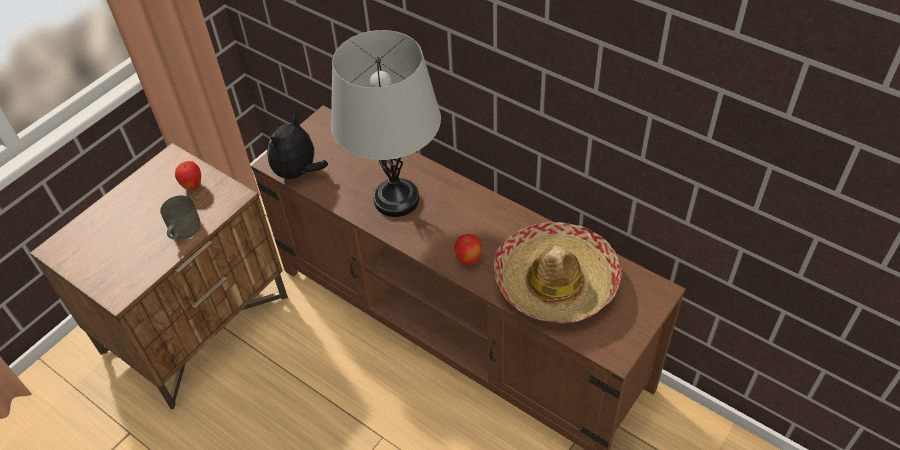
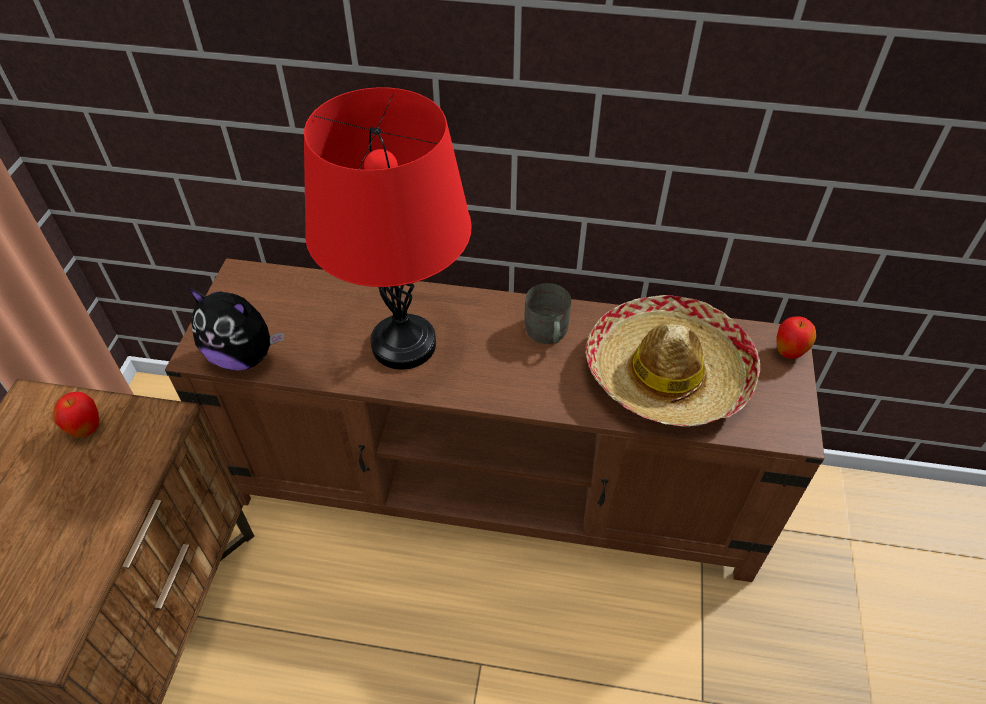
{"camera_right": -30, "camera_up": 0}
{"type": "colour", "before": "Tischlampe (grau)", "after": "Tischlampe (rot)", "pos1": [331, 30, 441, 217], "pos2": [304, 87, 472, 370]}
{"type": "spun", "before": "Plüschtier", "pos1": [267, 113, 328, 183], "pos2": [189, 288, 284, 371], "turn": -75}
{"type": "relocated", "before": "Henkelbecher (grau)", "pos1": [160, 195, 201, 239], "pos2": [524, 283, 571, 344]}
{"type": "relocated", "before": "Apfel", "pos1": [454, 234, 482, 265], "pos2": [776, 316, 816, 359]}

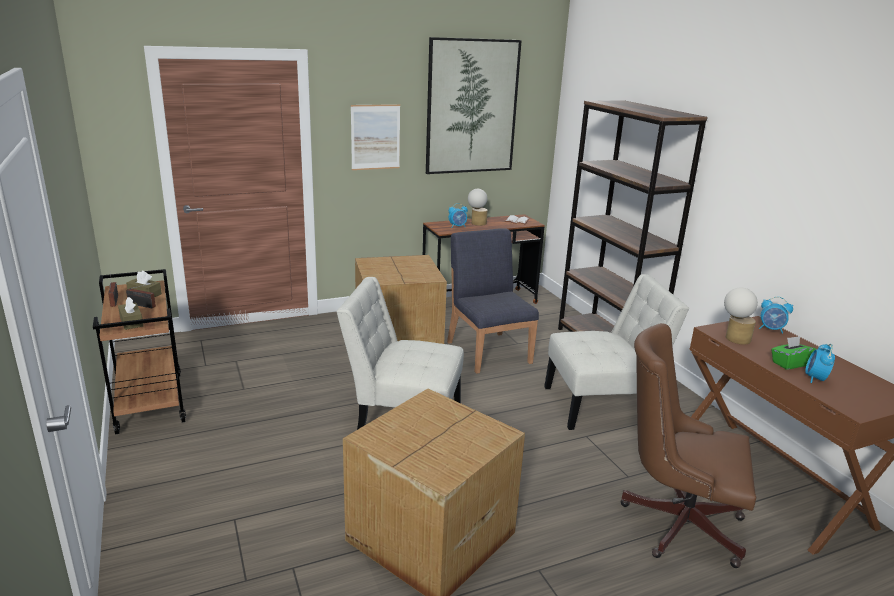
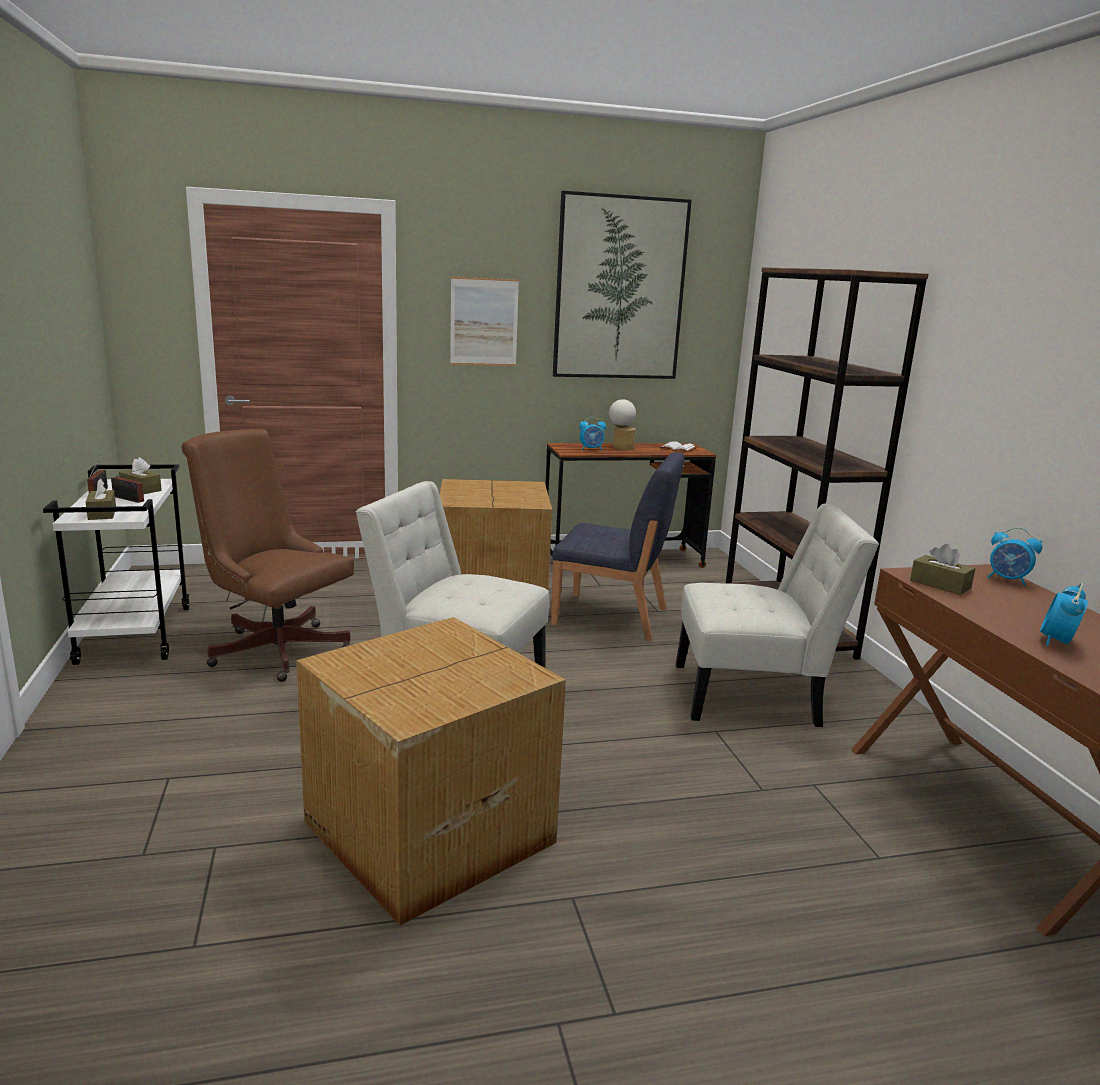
{"camera_right": 10, "camera_up": -5}
{"type": "spun", "before": "Stuhl (blau)", "pos1": [447, 228, 539, 374], "pos2": [551, 452, 685, 641], "turn": 120}
{"type": "colour", "before": "Rollwagen (braun)", "after": "Rollwagen (weiß)", "pos1": [93, 269, 186, 434], "pos2": [43, 464, 190, 665]}
{"type": "exchanged", "before": "Tischlampe", "after": "Taschentuchbox (braun)", "pos1": [724, 287, 758, 345], "pos2": [910, 544, 975, 595]}
{"type": "relocated", "before": "Bürostuhl (braun)", "pos1": [620, 323, 756, 568], "pos2": [181, 429, 354, 682]}
{"type": "missing", "before": "Taschentuchbox (grün)", "pos1": [771, 336, 816, 370]}

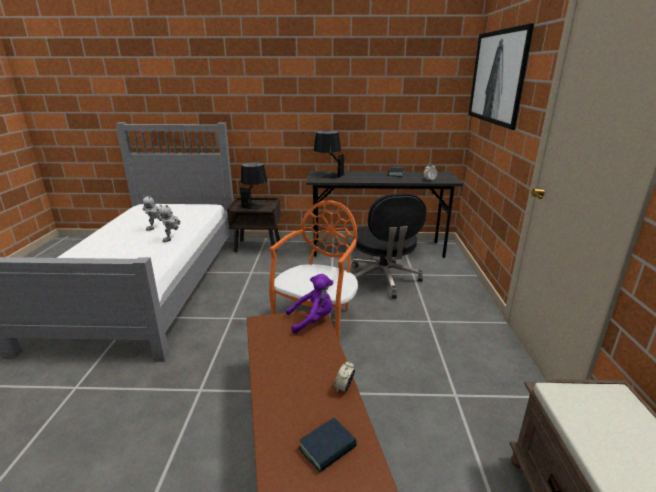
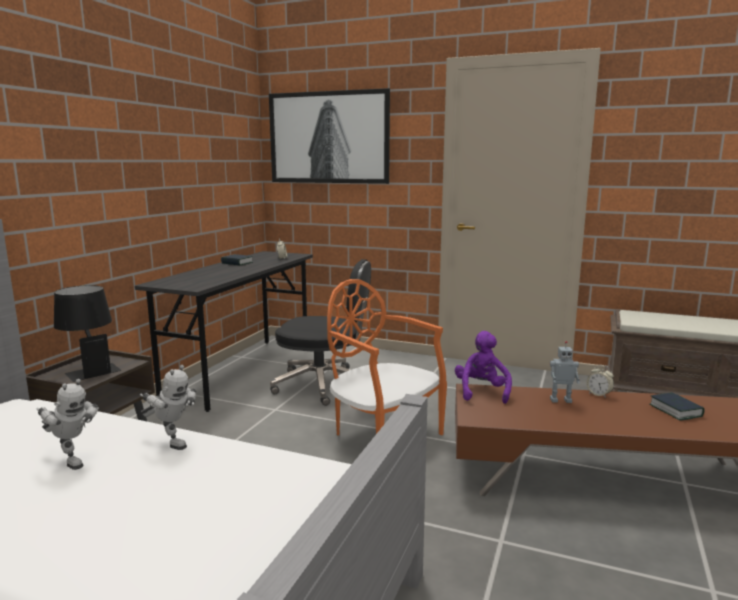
{"camera_right": -70, "camera_up": -10}
{"type": "missing", "before": "Tischlampe (schwarz)", "pos1": [314, 130, 345, 179]}
{"type": "appeared", "after": "Spielzeugroboter", "pos2": [550, 341, 580, 403]}

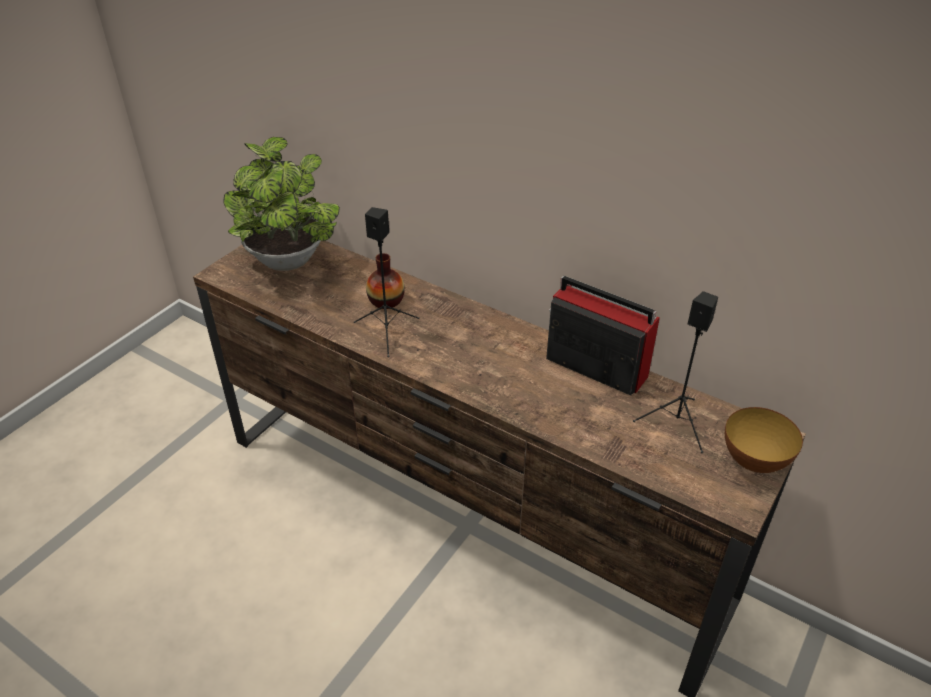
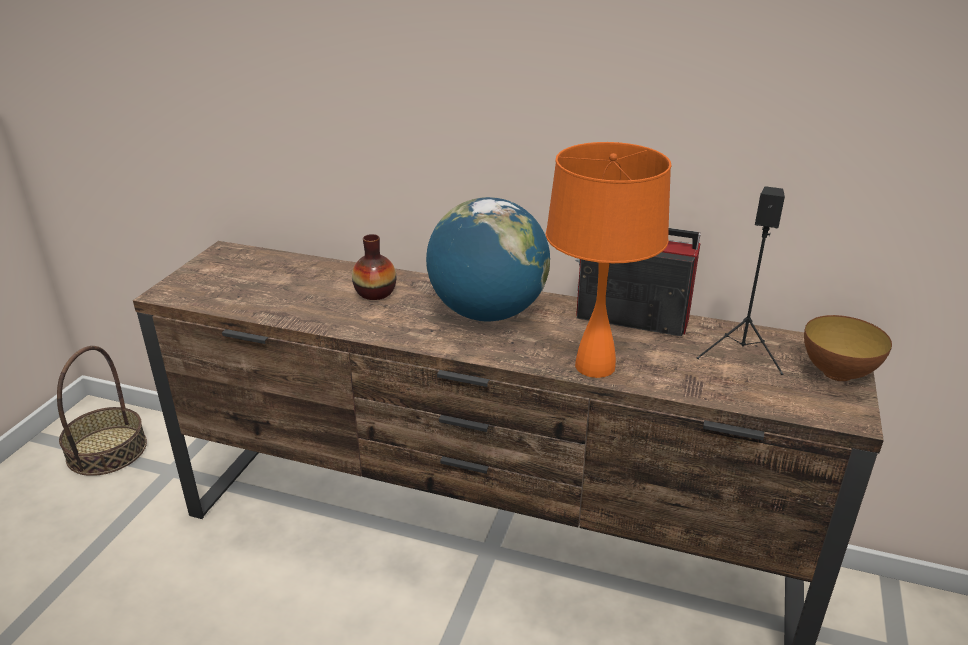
{"camera_right": -15, "camera_up": -10}
{"type": "missing", "before": "Topfpflanze", "pos1": [223, 137, 340, 271]}
{"type": "missing", "before": "Lautsprecher (schwarz)", "pos1": [354, 207, 419, 357]}
{"type": "appeared", "after": "Tischlampe (orange)", "pos2": [546, 142, 671, 378]}
{"type": "appeared", "after": "Globus", "pos2": [426, 197, 550, 321]}
{"type": "appeared", "after": "Korb", "pos2": [57, 346, 147, 476]}

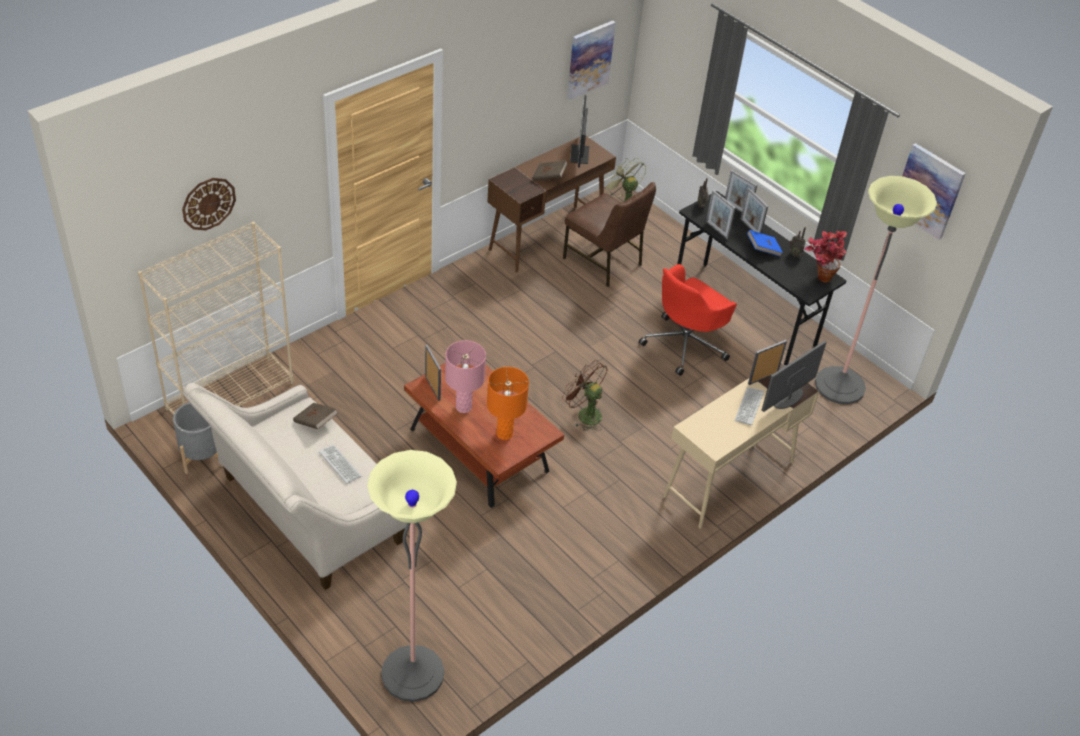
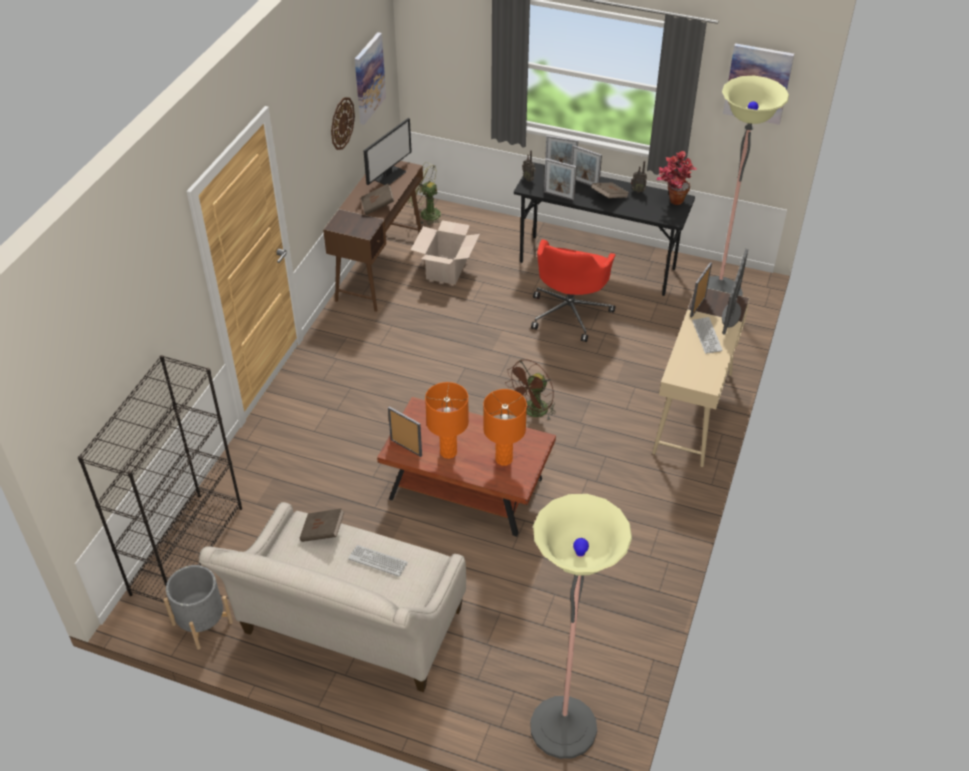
{"camera_right": -25, "camera_up": 0}
{"type": "spun", "before": "Monitor", "pos1": [570, 95, 589, 168], "pos2": [363, 118, 412, 185], "turn": -120}
{"type": "relocated", "before": "Wanduhr", "pos1": [182, 178, 236, 230], "pos2": [331, 97, 355, 150]}
{"type": "exchanged", "before": "Stuhl (braun)", "after": "Karton", "pos1": [563, 182, 656, 287], "pos2": [411, 220, 480, 285]}
{"type": "colour", "before": "Bücherregal (beige)", "after": "Bücherregal (schwarz)", "pos1": [138, 222, 293, 415], "pos2": [78, 355, 242, 605]}
{"type": "colour", "before": "Buch (blau)", "after": "Buch (braun)", "pos1": [747, 230, 783, 256], "pos2": [591, 183, 629, 198]}
{"type": "colour", "before": "Tischlampe (rosa)", "after": "Tischlampe (orange)", "pos1": [445, 341, 486, 413], "pos2": [425, 382, 469, 459]}
{"type": "spun", "before": "Ventilator (braun)", "pos1": [562, 360, 608, 431], "pos2": [505, 359, 556, 421], "turn": -60}

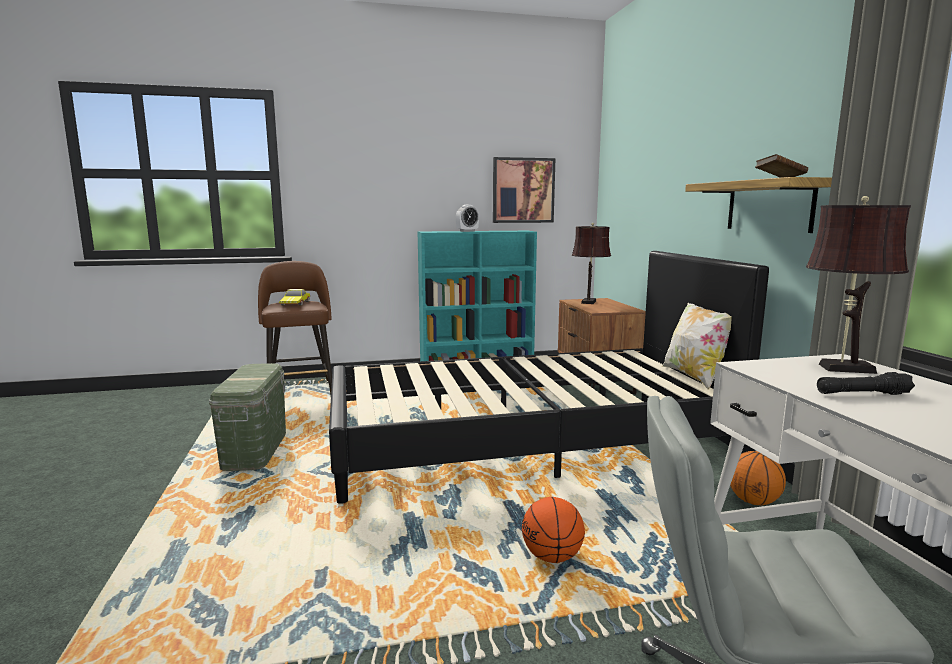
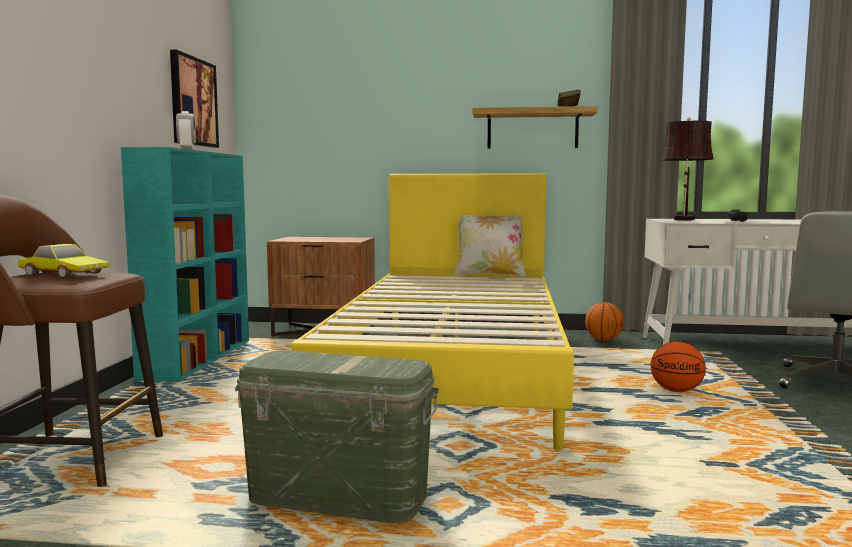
{"camera_right": -70, "camera_up": -5}
{"type": "missing", "before": "Tischlampe (braun)", "pos1": [572, 223, 611, 304]}
{"type": "colour", "before": "Bett (schwarz)", "after": "Bett (gelb)", "pos1": [329, 251, 769, 504], "pos2": [292, 173, 574, 451]}

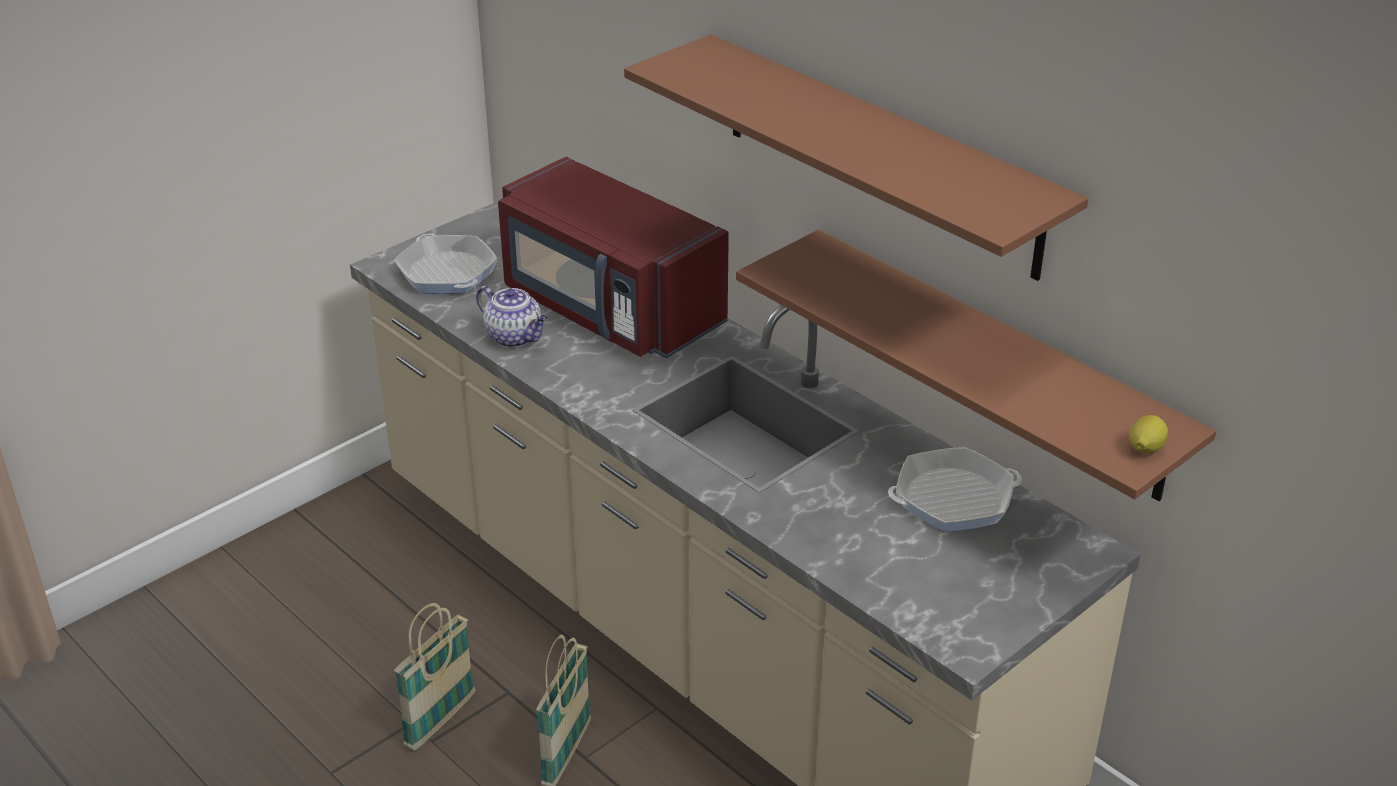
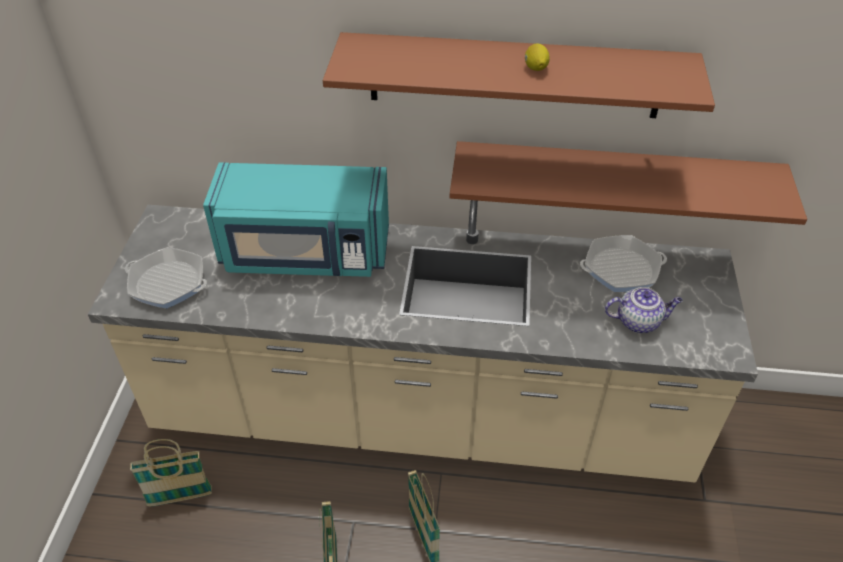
{"camera_right": -40, "camera_up": 10}
{"type": "colour", "before": "Mikrowelle (rot)", "after": "Mikrowelle (türkis)", "pos1": [498, 157, 729, 358], "pos2": [203, 162, 389, 277]}
{"type": "relocated", "before": "Teekanne", "pos1": [476, 286, 548, 348], "pos2": [605, 287, 683, 333]}
{"type": "relocated", "before": "Zitrone", "pos1": [1130, 415, 1168, 453], "pos2": [525, 43, 550, 71]}
{"type": "spun", "before": "Pfanne", "pos1": [888, 447, 1022, 532], "pos2": [580, 235, 667, 292], "turn": 45}
{"type": "appeared", "after": "Korb", "pos2": [130, 439, 212, 506]}

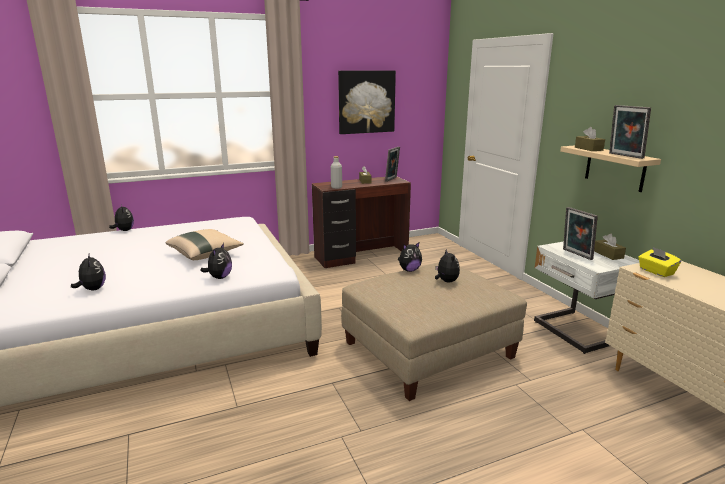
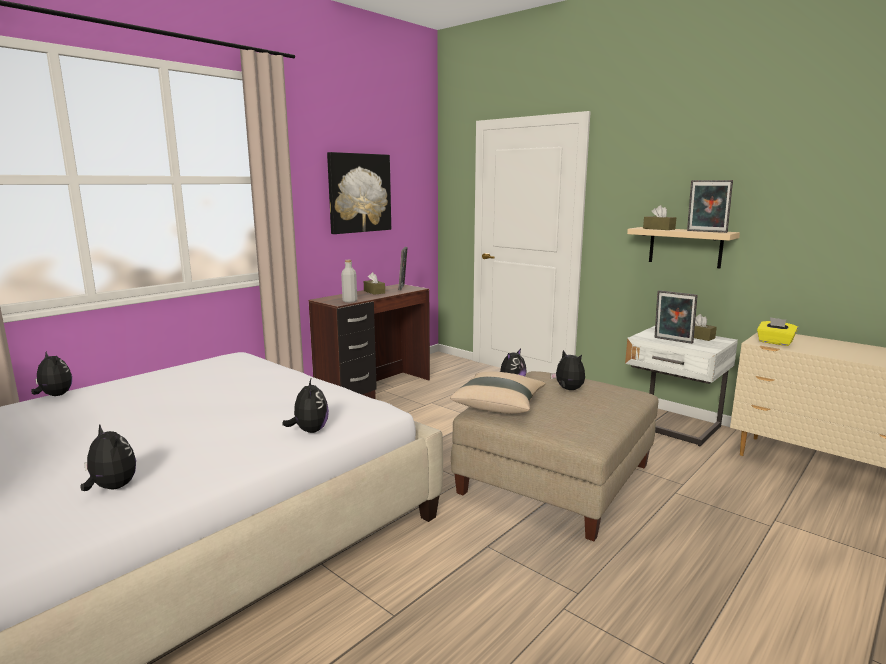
{"camera_right": -25, "camera_up": -5}
{"type": "relocated", "before": "Kissen (beige)", "pos1": [166, 229, 244, 260], "pos2": [450, 371, 546, 414]}

